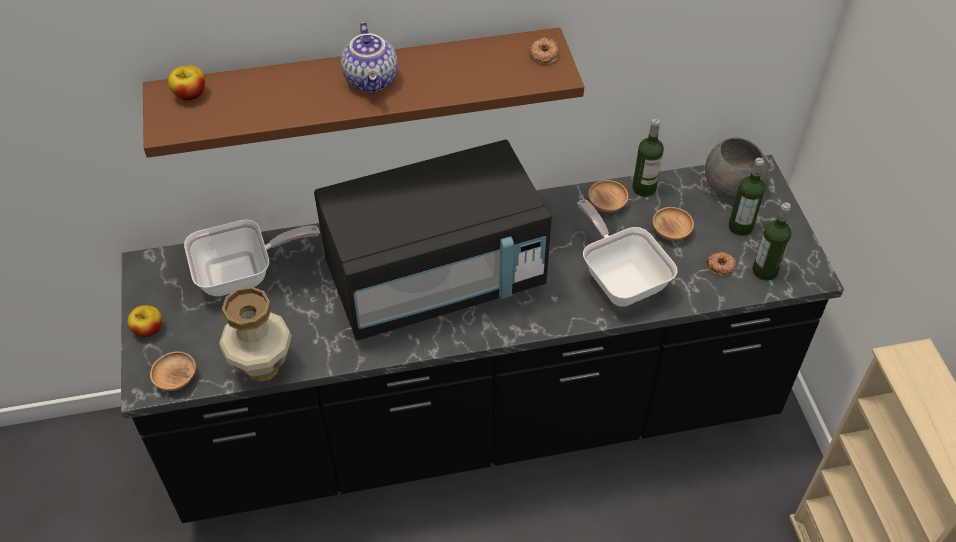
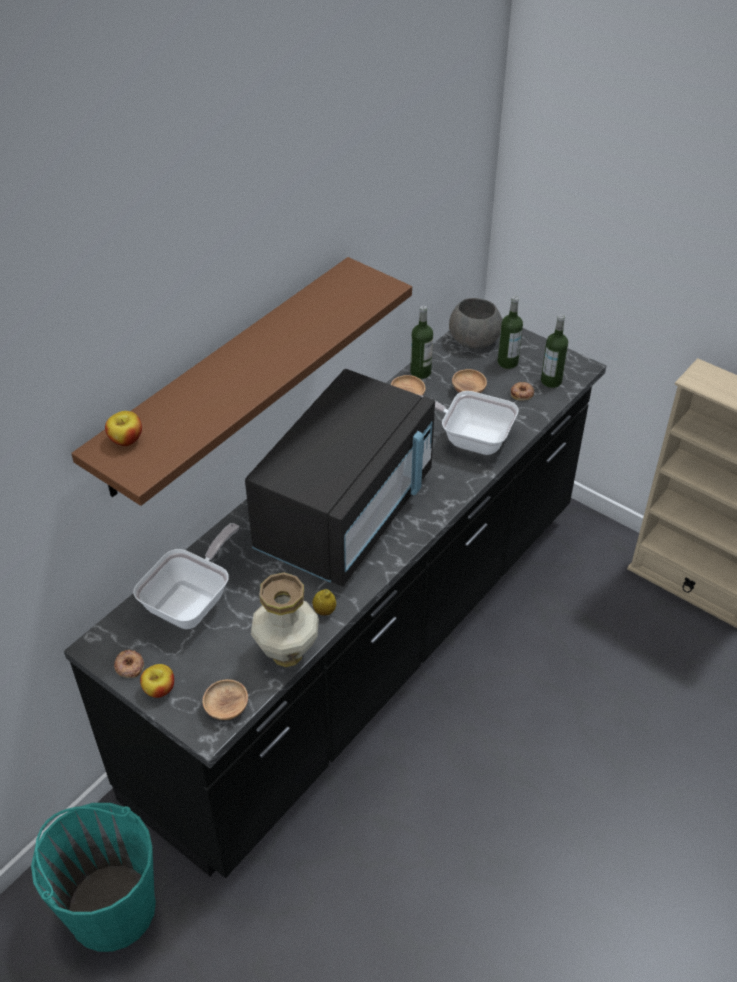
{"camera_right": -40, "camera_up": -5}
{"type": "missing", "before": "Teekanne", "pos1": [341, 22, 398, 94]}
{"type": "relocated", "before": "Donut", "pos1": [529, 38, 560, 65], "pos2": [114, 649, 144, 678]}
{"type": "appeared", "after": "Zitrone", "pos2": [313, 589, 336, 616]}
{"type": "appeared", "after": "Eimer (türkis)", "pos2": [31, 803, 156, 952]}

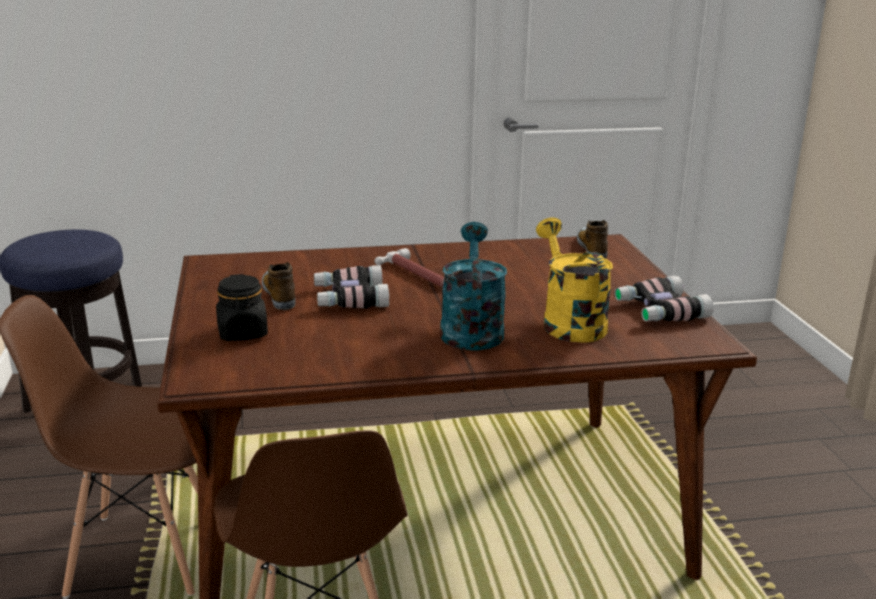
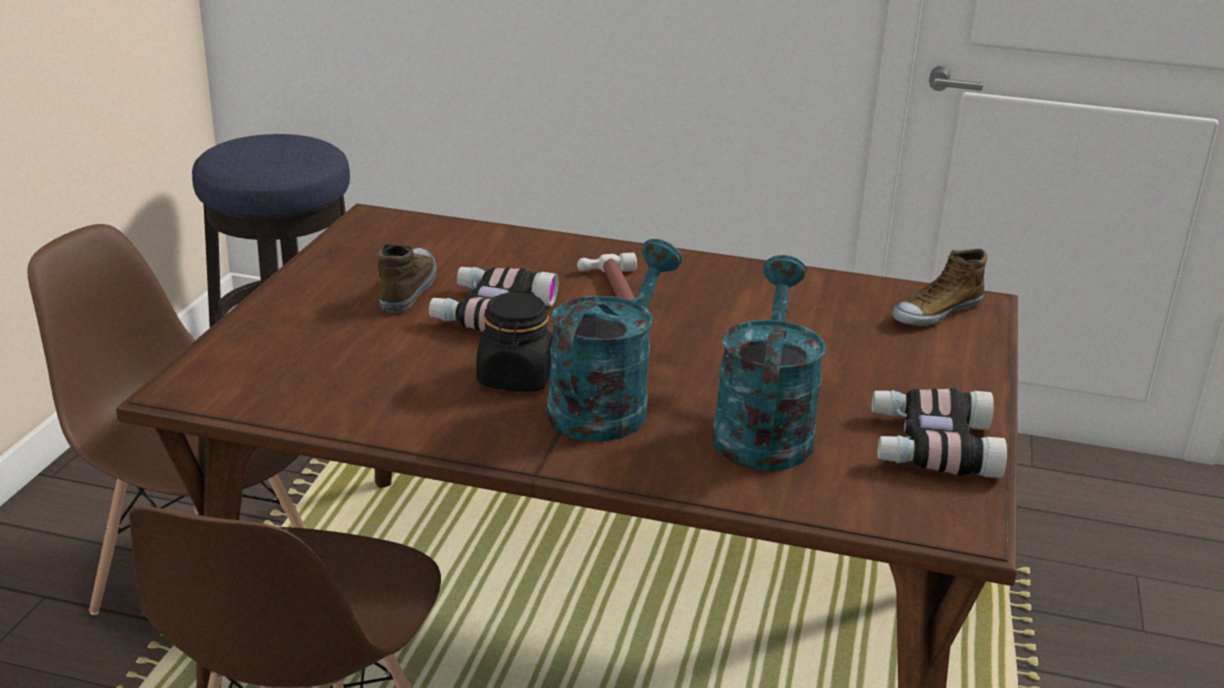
{"camera_right": 25, "camera_up": 5}
{"type": "colour", "before": "Gießkanne (gelb)", "after": "Gießkanne (türkis)", "pos1": [536, 217, 613, 343], "pos2": [711, 255, 826, 471]}
{"type": "spun", "before": "Schuh", "pos1": [577, 220, 608, 259], "pos2": [892, 249, 987, 326], "turn": -150}
{"type": "relocated", "before": "Vorratsglas (schwarz)", "pos1": [216, 274, 268, 341], "pos2": [476, 290, 553, 392]}

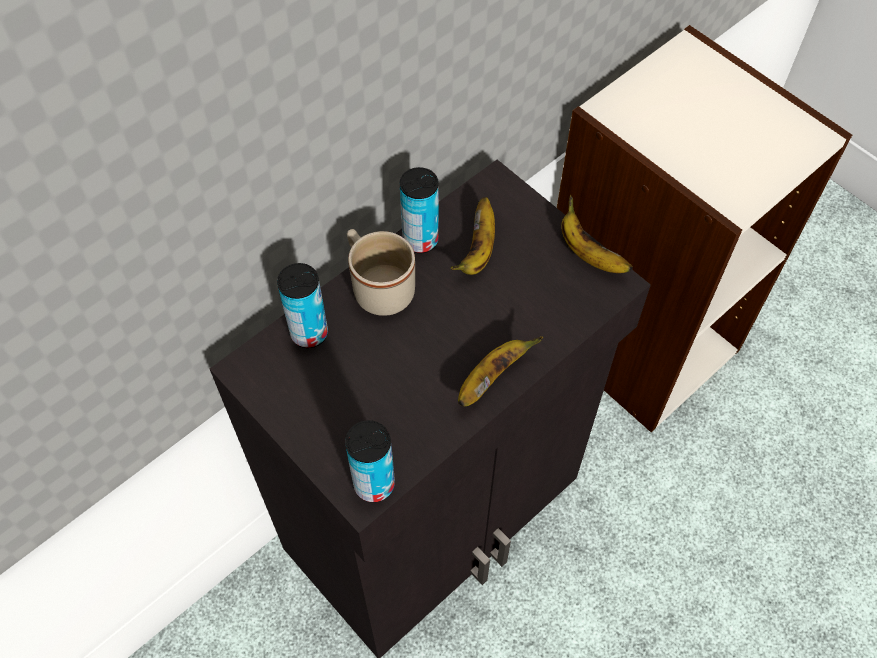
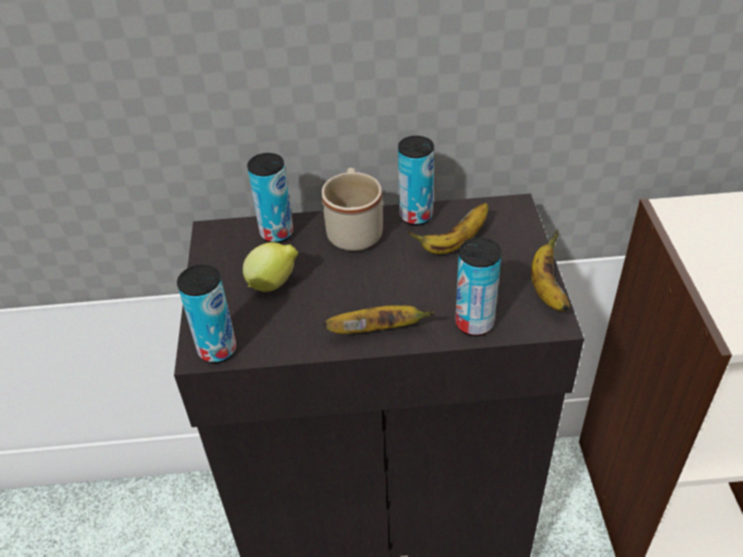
{"camera_right": 40, "camera_up": -15}
{"type": "appeared", "after": "Dose", "pos2": [455, 238, 501, 336]}
{"type": "appeared", "after": "Zitrone", "pos2": [243, 242, 298, 292]}

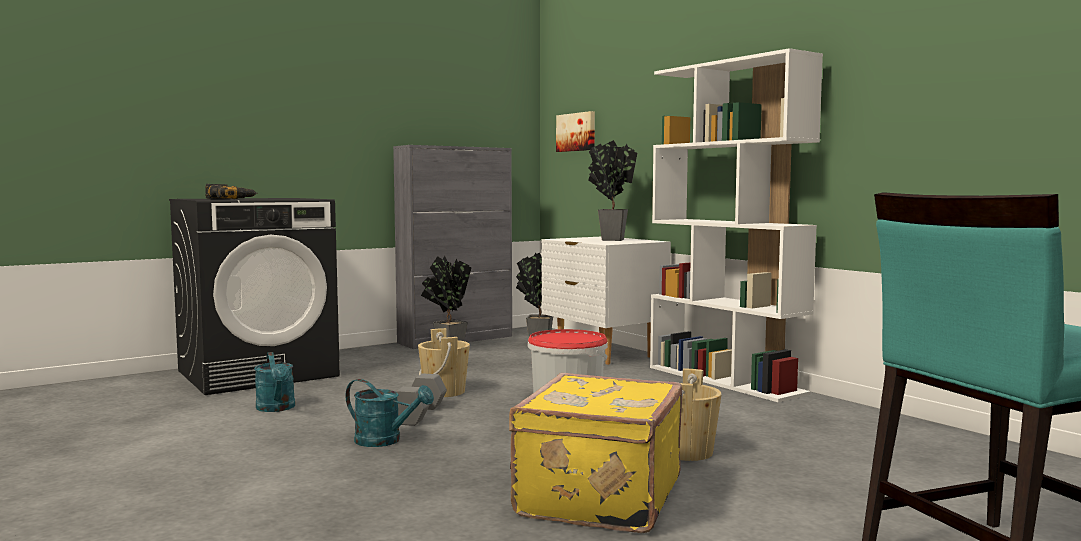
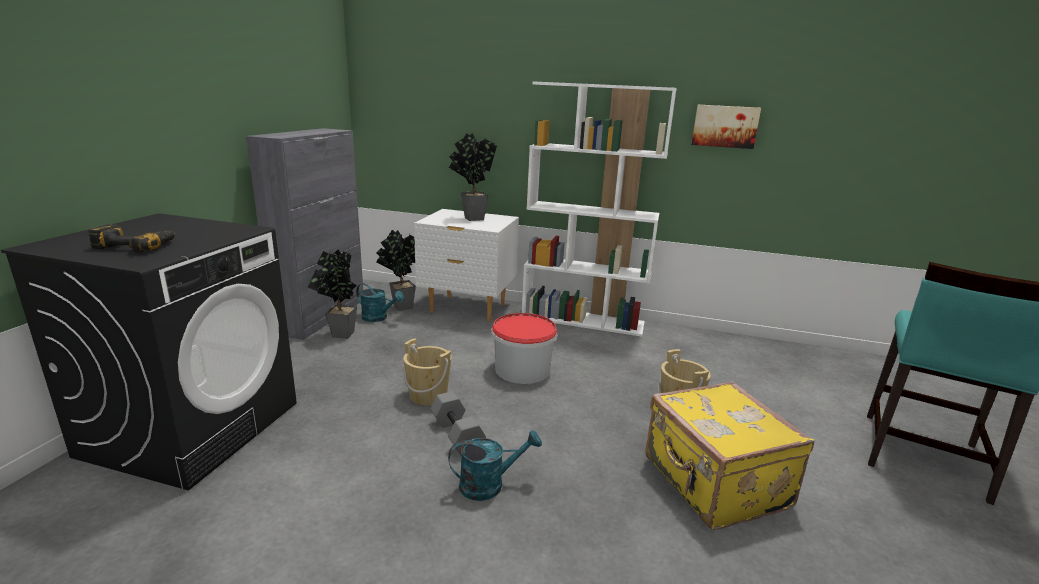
{"camera_right": -40, "camera_up": 15}
{"type": "relocated", "before": "Bild", "pos1": [556, 111, 595, 152], "pos2": [691, 105, 761, 149]}
{"type": "relocated", "before": "Gießkanne (türkis)", "pos1": [254, 352, 295, 412], "pos2": [356, 283, 404, 322]}

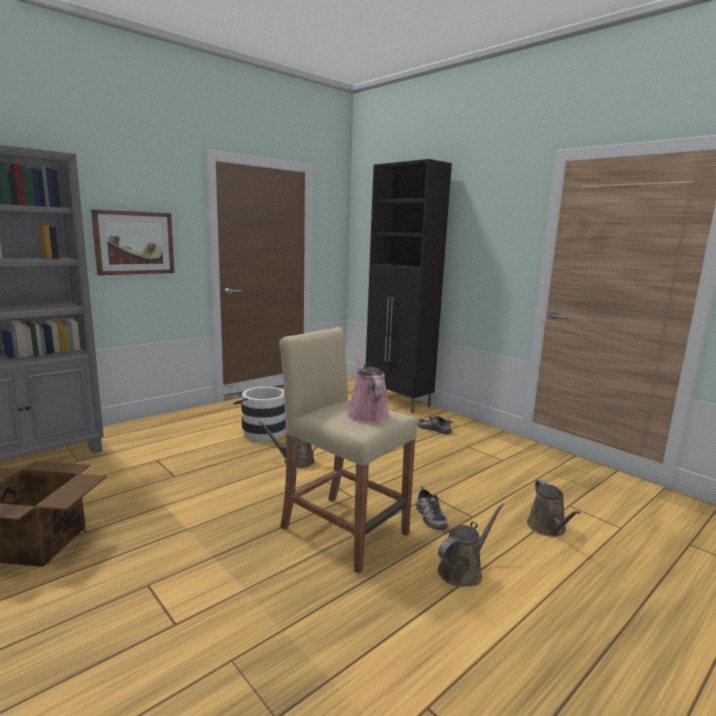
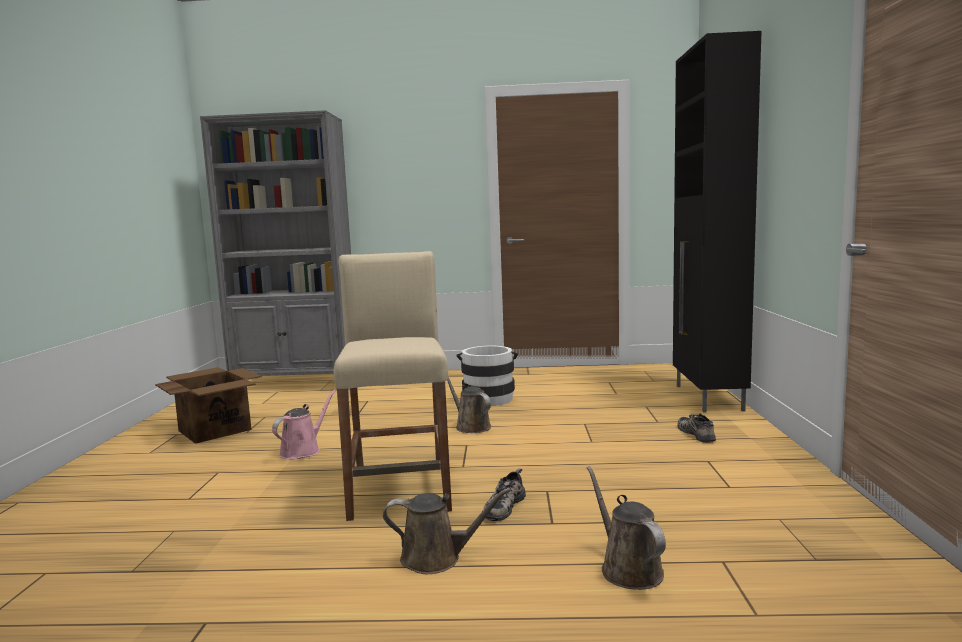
{"camera_right": 45, "camera_up": -5}
{"type": "missing", "before": "Bild", "pos1": [91, 209, 174, 275]}
{"type": "relocated", "before": "Gießkanne (rosa)", "pos1": [347, 348, 390, 423], "pos2": [272, 390, 336, 459]}
{"type": "spun", "before": "Gießkanne (braun)", "pos1": [527, 480, 580, 537], "pos2": [587, 466, 666, 590], "turn": 120}

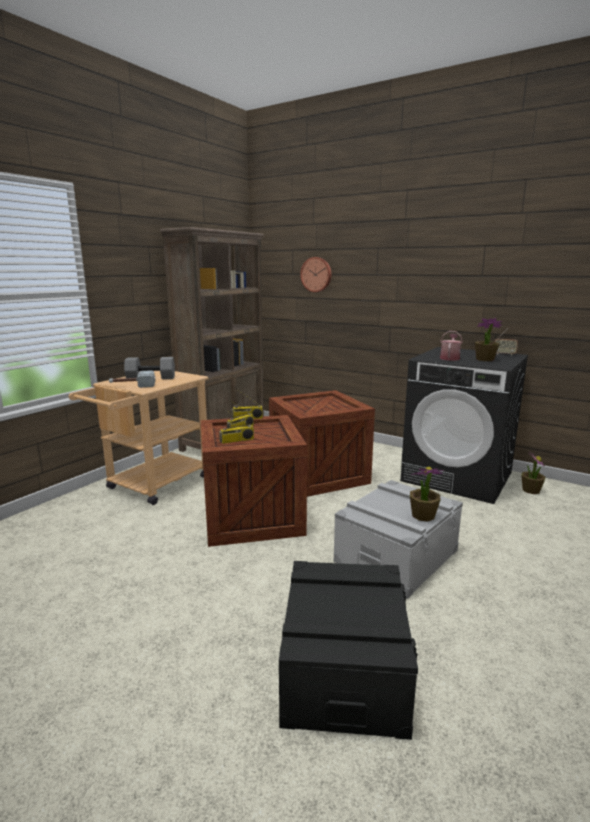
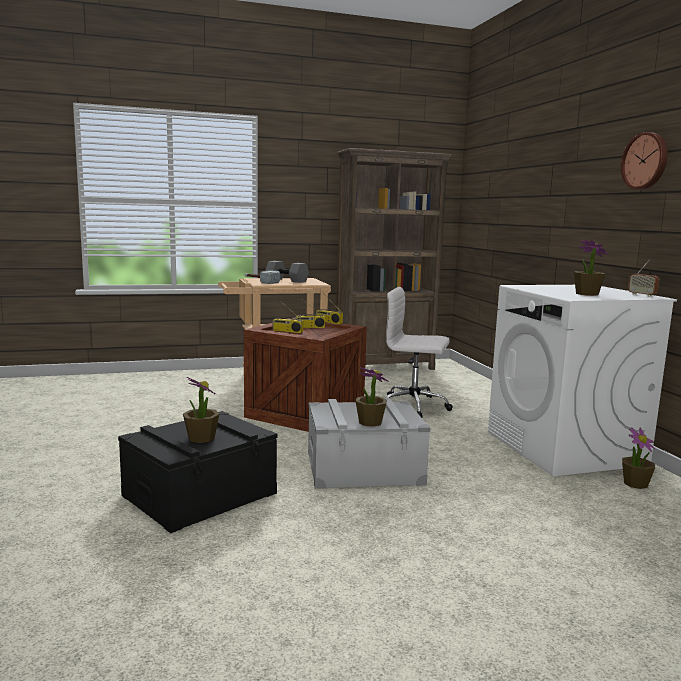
{"camera_right": 40, "camera_up": -5}
{"type": "relocated", "before": "Wanduhr", "pos1": [300, 257, 332, 292], "pos2": [621, 132, 668, 189]}
{"type": "missing", "before": "Gießkanne", "pos1": [440, 331, 463, 361]}
{"type": "colour", "before": "Waschmaschine (schwarz)", "after": "Waschmaschine (weiß)", "pos1": [400, 347, 528, 504], "pos2": [488, 285, 677, 476]}
{"type": "exchanged", "before": "Kiste", "after": "Bürostuhl (weiß)", "pos1": [269, 390, 375, 497], "pos2": [385, 287, 453, 418]}
{"type": "appeared", "after": "Topfpflanze", "pos2": [183, 377, 219, 443]}

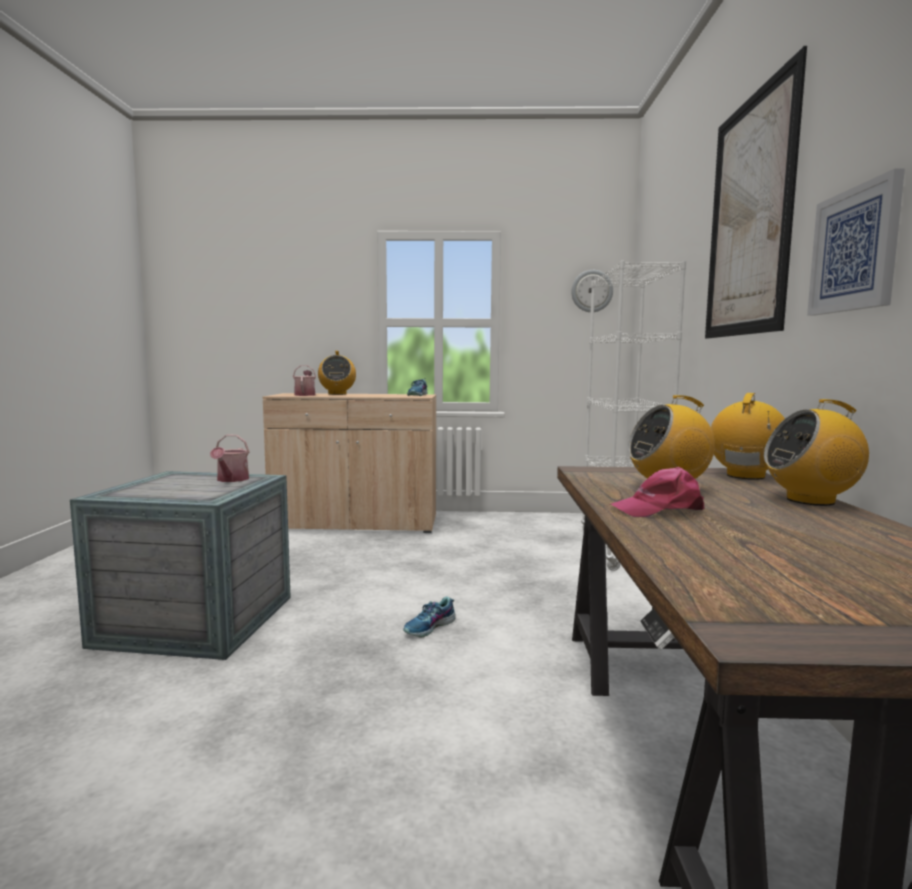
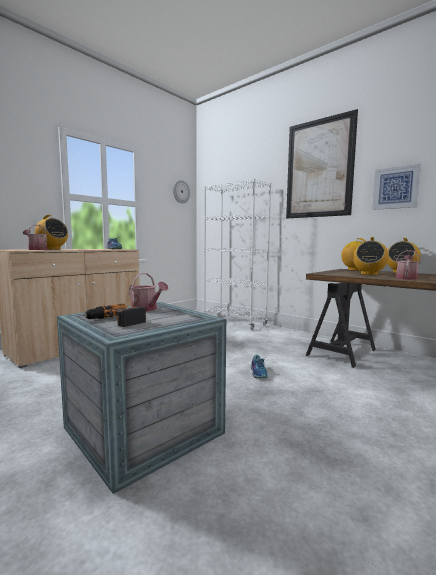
{"camera_right": -50, "camera_up": 0}
{"type": "exchanged", "before": "Kappe (rosa)", "after": "Gießkanne", "pos1": [611, 467, 704, 517], "pos2": [396, 251, 421, 280]}
{"type": "appeared", "after": "Bohrmaschine", "pos2": [83, 304, 146, 327]}

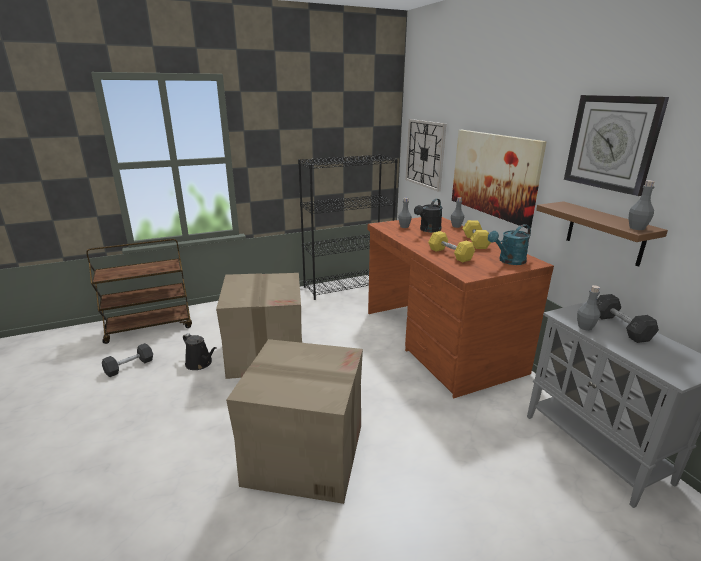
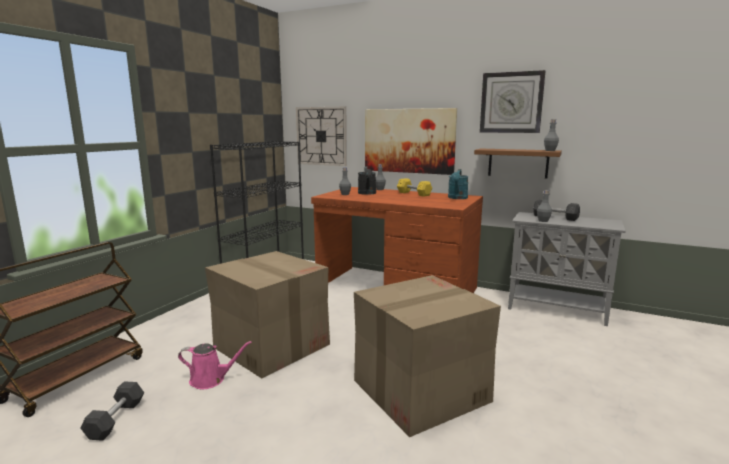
{"camera_right": -40, "camera_up": -10}
{"type": "missing", "before": "Hantel (gelb)", "pos1": [428, 231, 475, 262]}
{"type": "colour", "before": "Gießkanne (schwarz)", "after": "Gießkanne (rosa)", "pos1": [183, 333, 217, 370], "pos2": [178, 341, 252, 389]}

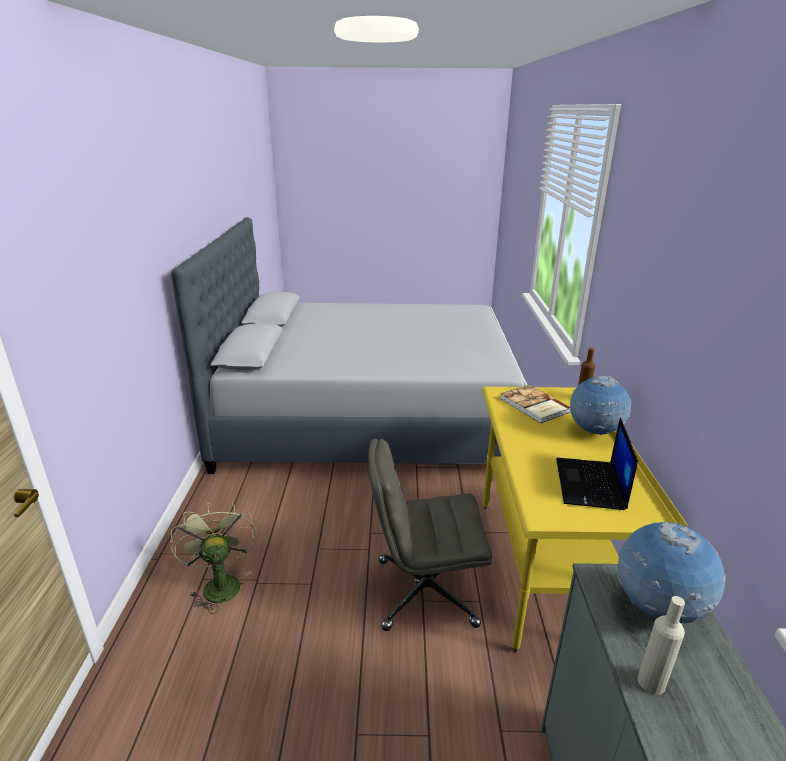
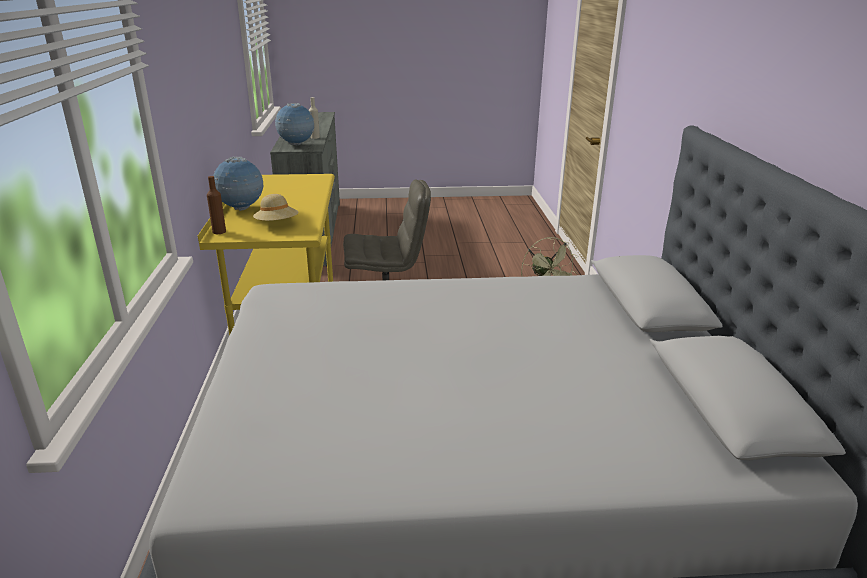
{"camera_right": 175, "camera_up": 0}
{"type": "exchanged", "before": "Buch", "after": "Hut (beige)", "pos1": [500, 385, 571, 423], "pos2": [253, 194, 299, 221]}
{"type": "missing", "before": "Laptop", "pos1": [556, 418, 638, 510]}

